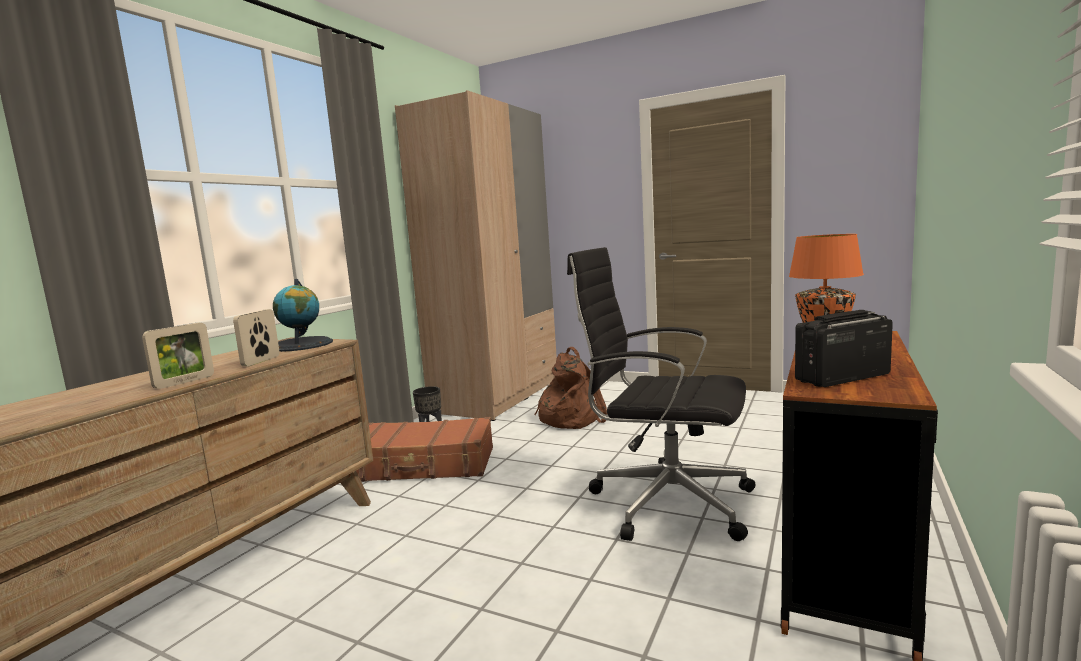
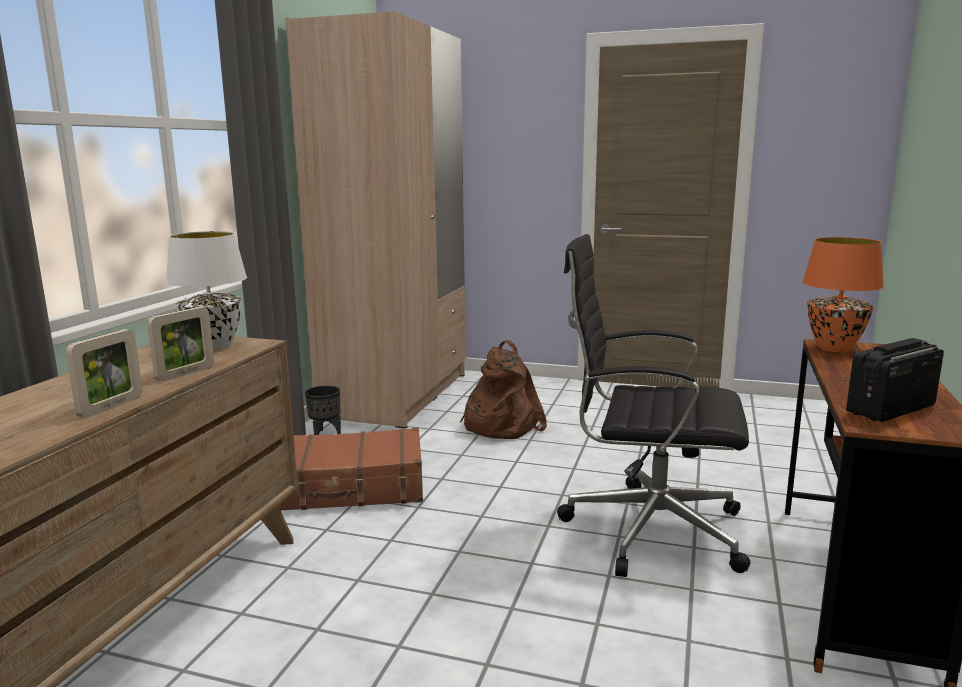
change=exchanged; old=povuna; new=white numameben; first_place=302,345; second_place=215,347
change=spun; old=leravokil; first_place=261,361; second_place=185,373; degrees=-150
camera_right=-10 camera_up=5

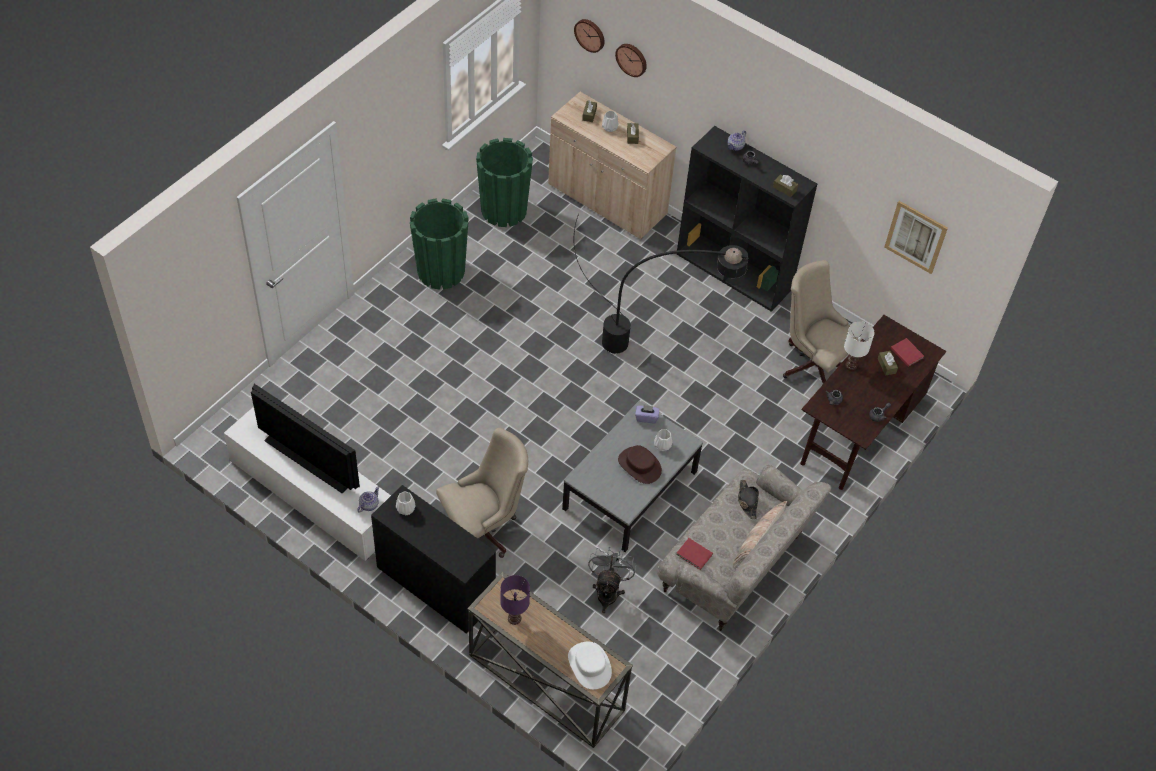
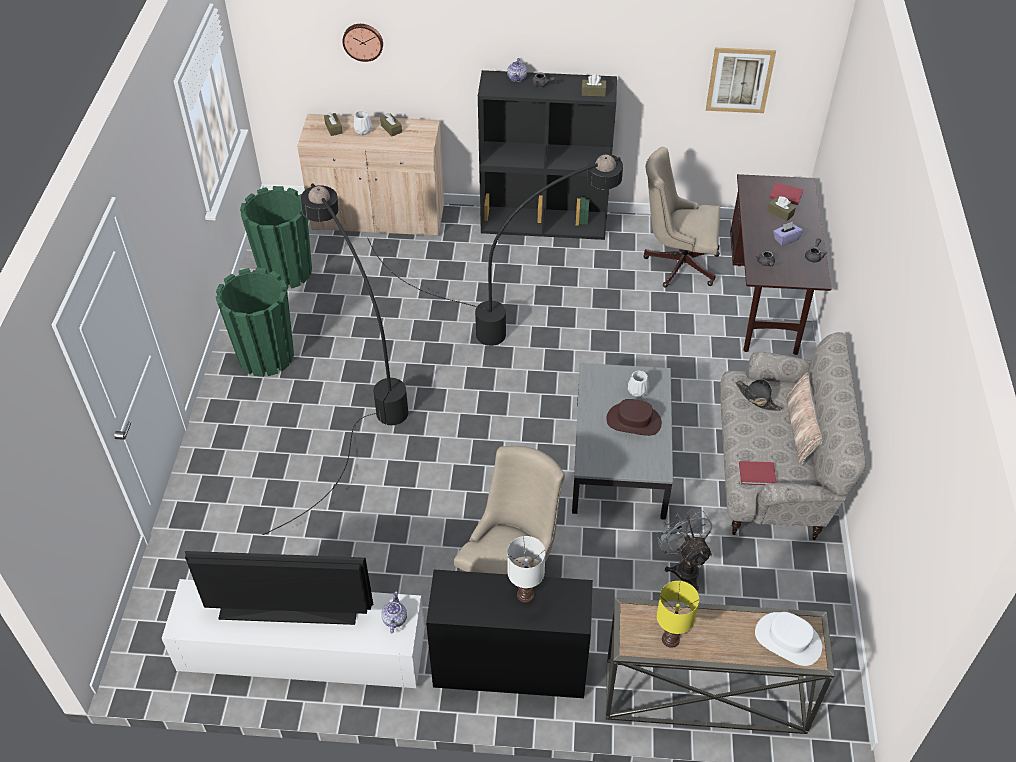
change=missing; old=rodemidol; first_place=590,34
change=relocated; old=white numameben; first_place=850,366; second_place=525,596
change=relocated; old=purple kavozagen; first_place=646,417; second_place=785,239
change=missing; old=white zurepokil; first_place=406,508
change=colour; old=purple numameben; new=yellow numameben; first_place=514,618; second_place=669,639
change=appeared; new=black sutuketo; second_place=358,395
camera_right=-30 camera_up=-5

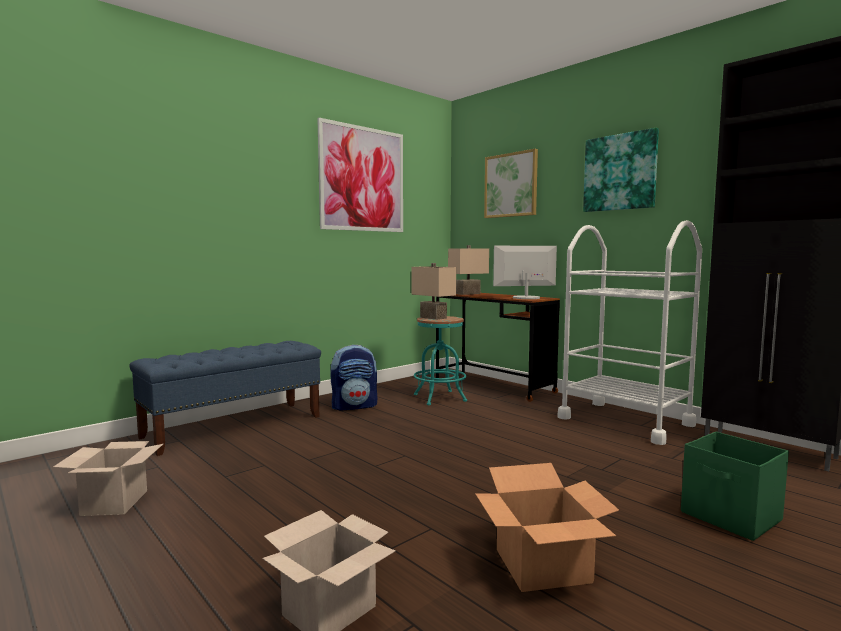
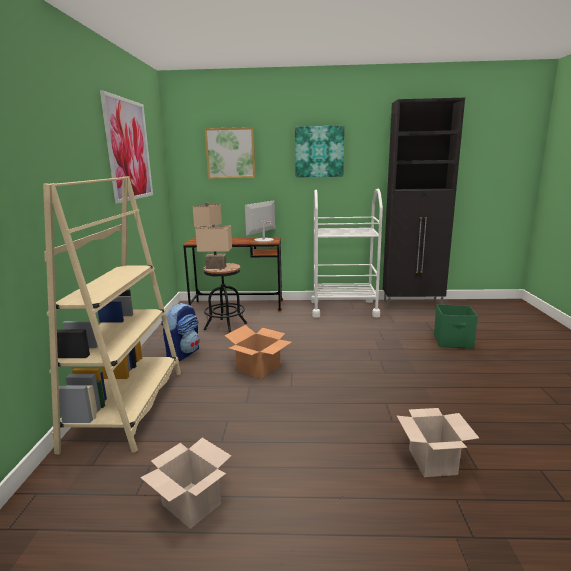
change=colour; old=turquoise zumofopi; new=black zumofopi; first_place=439,398; second_place=225,326
change=exchanged; old=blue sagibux; new=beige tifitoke; first_place=234,426; second_place=128,407
change=relocated; old=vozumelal; first_place=543,565; second_place=258,367
camera_right=-45 camera_up=10

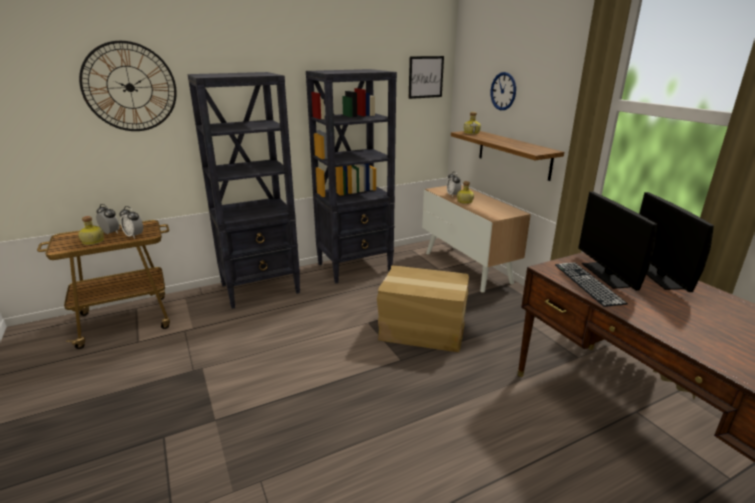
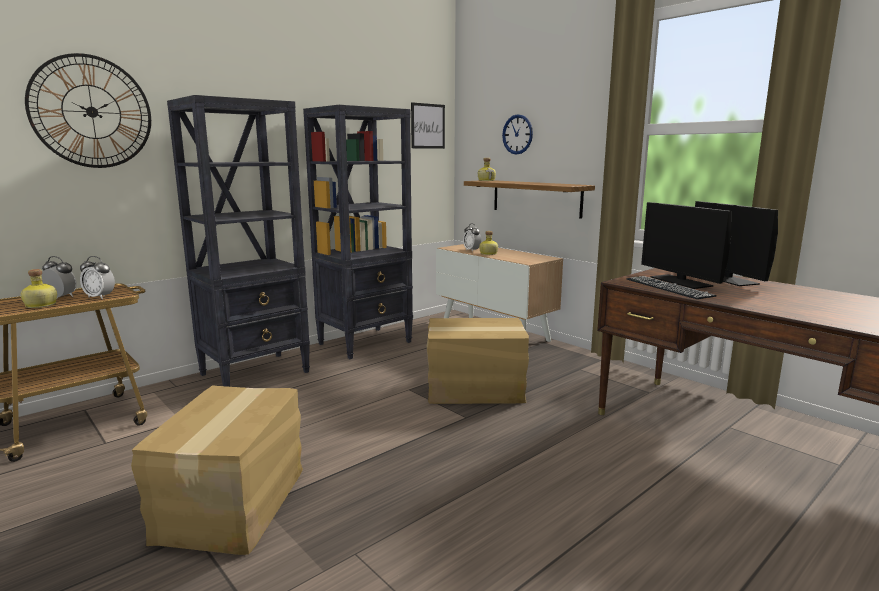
change=appeared; new=vozumelal; second_place=234,503
camera_right=-15 camera_up=-10

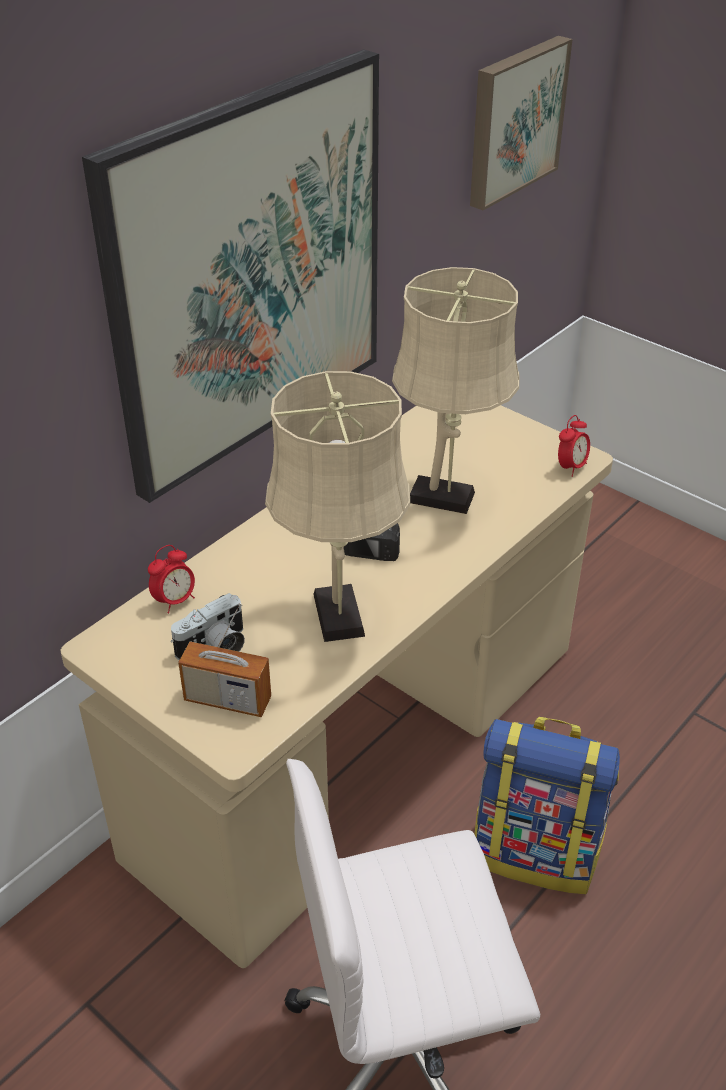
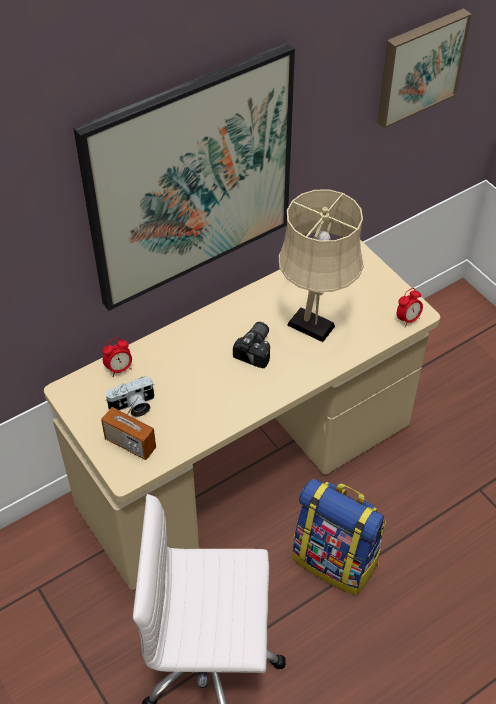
change=missing; old=beige numameben; first_place=339,620
camera_right=15 camera_up=10

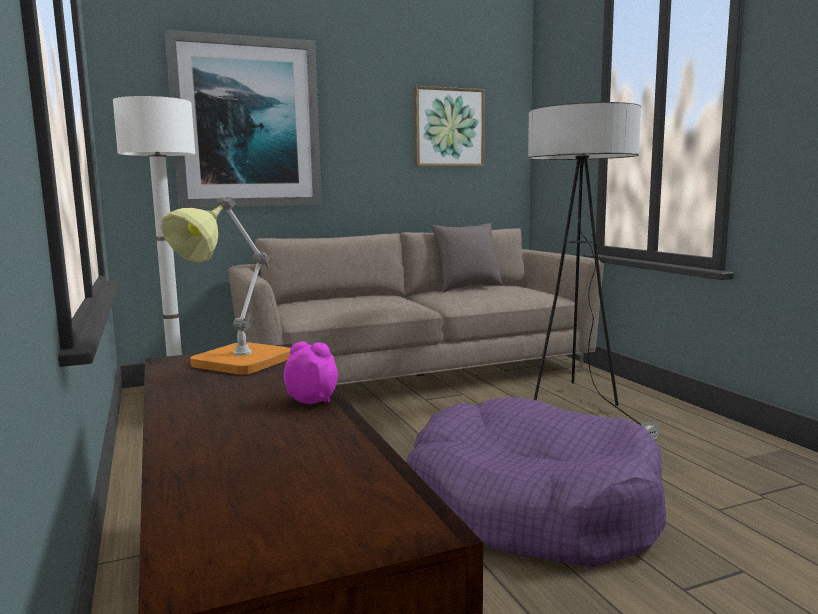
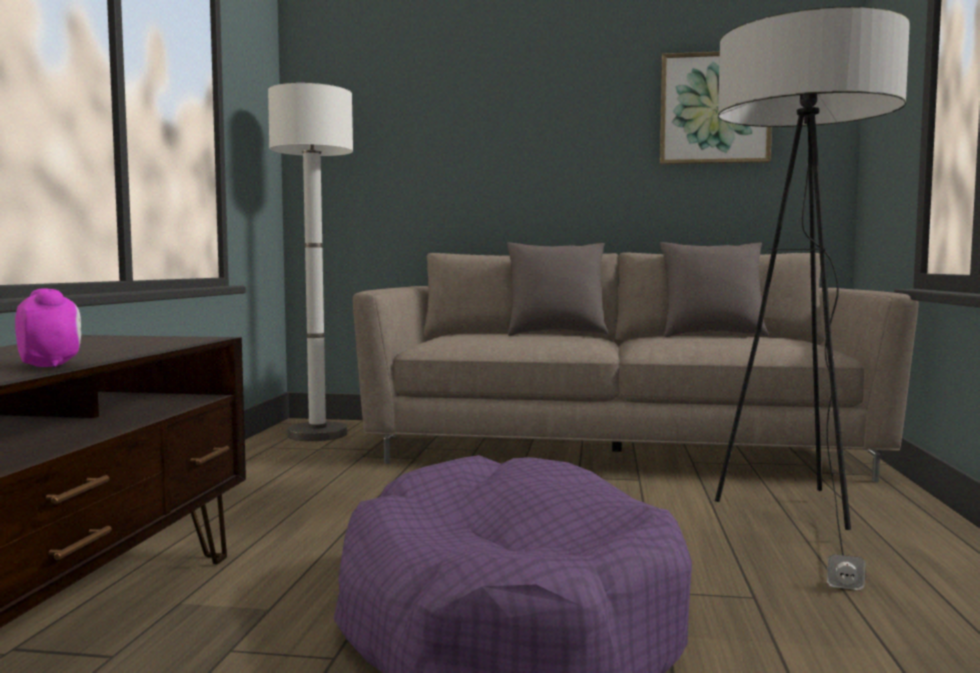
change=missing; old=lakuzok; first_place=246,124
change=missing; old=numameben; first_place=234,364
change=appeared; new=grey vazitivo; second_place=556,334
camera_right=30 camera_up=-5

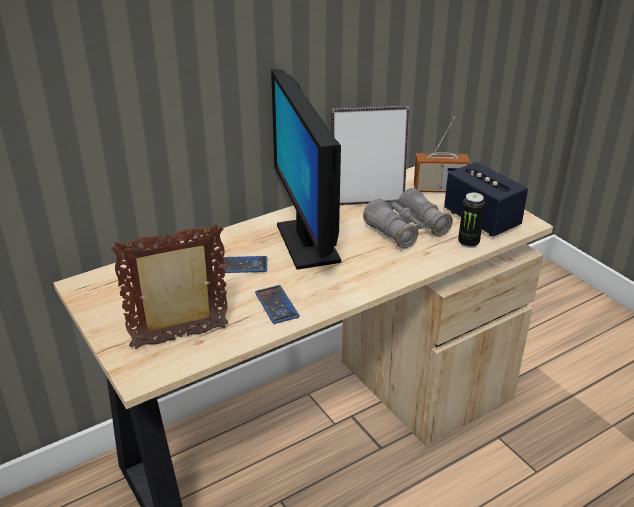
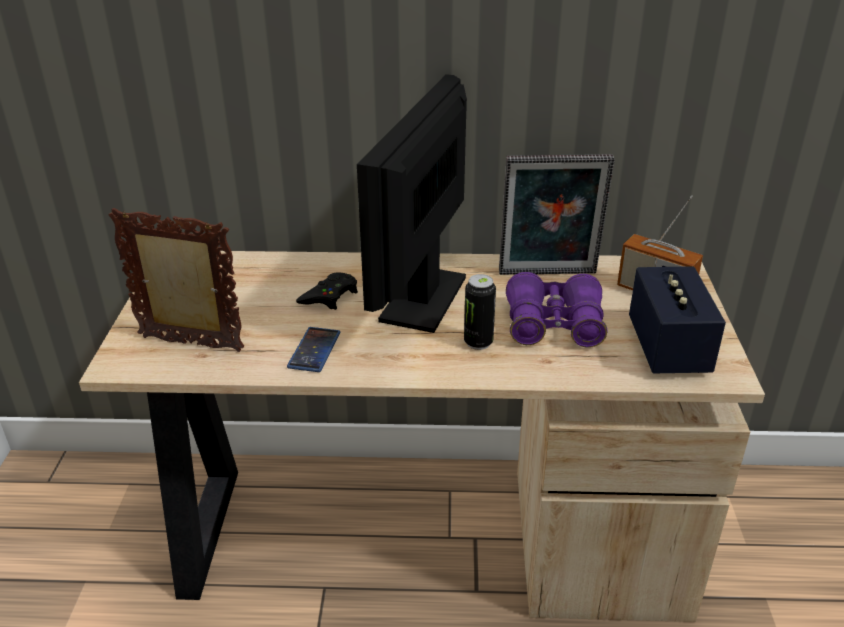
change=spun; old=leravokil; first_place=367,200; second_place=548,275; degrees=150
change=colour; old=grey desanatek; new=purple desanatek; first_place=406,230; second_place=554,325
change=relocated; old=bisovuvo; first_place=468,243; second_place=478,342
change=exchanged; old=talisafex; new=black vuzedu; first_place=241,265; second_place=330,296
camera_right=35 camera_up=0

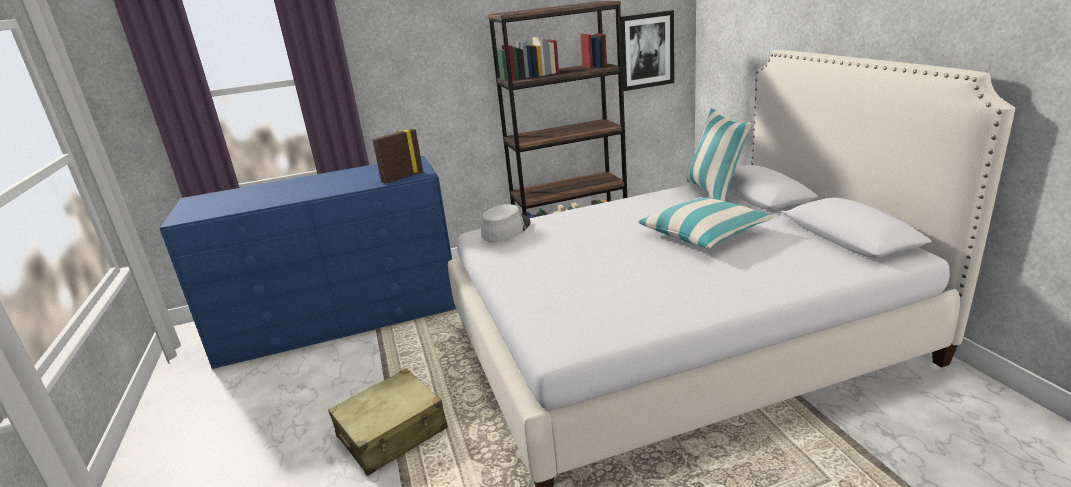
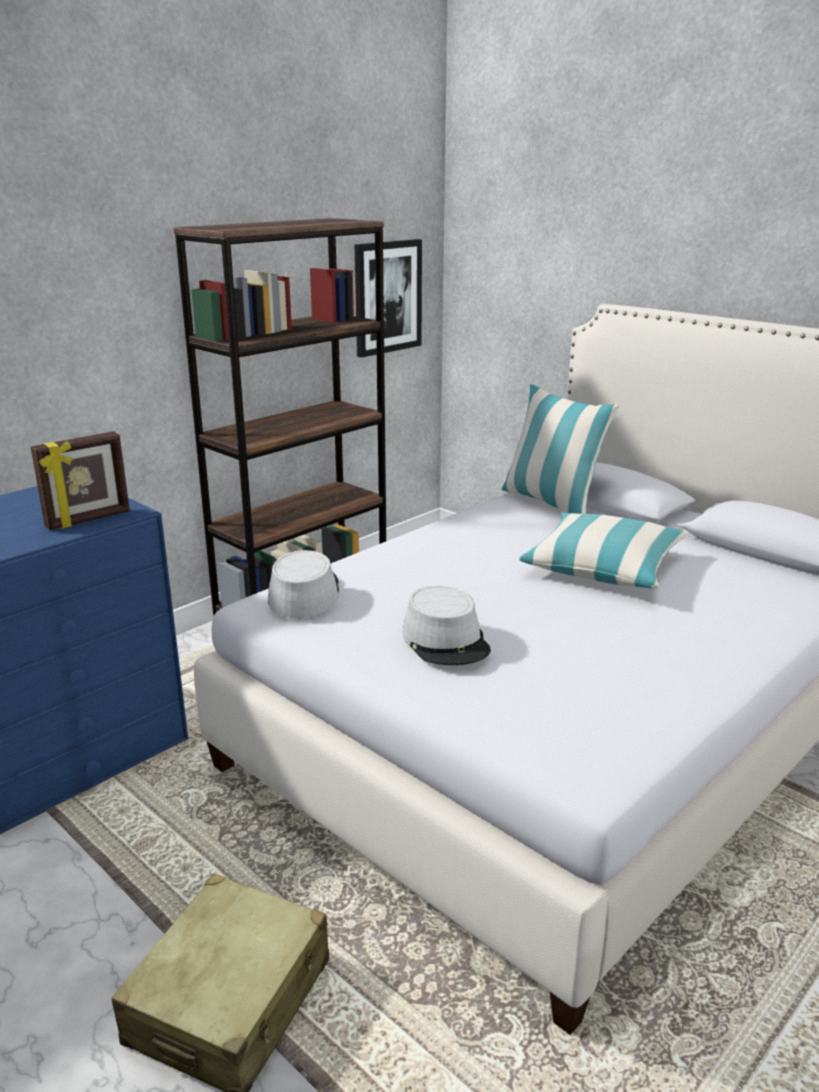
change=spun; old=leravokil; first_place=402,177; second_place=88,520; degrees=-150
change=appeared; new=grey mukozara; second_place=446,641
camera_right=-30 camera_up=0

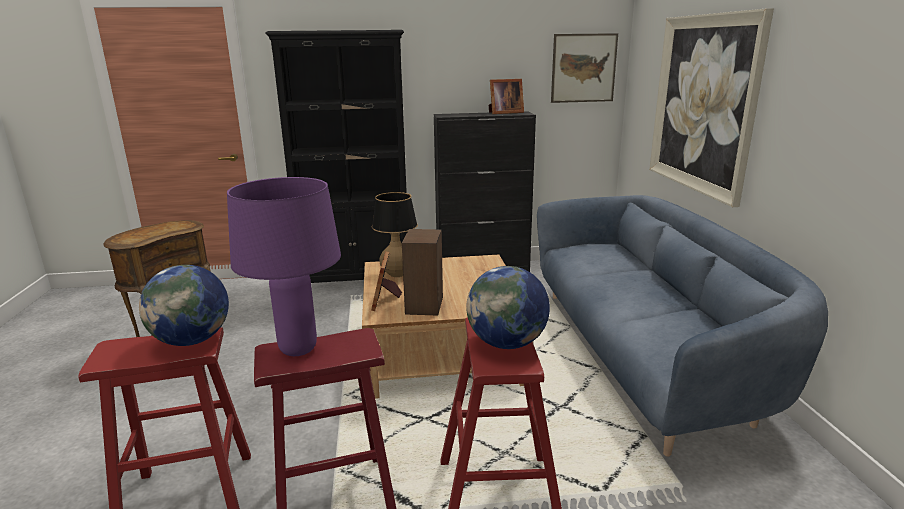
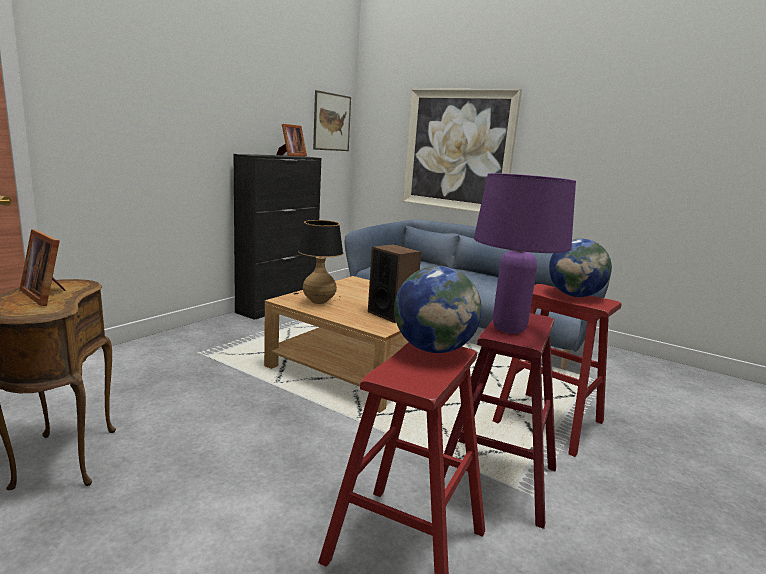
change=missing; old=black tifitoke; first_place=357,280
change=relocated; old=leravokil; first_place=385,300; second_place=47,295
camera_right=-50 camera_up=-5

